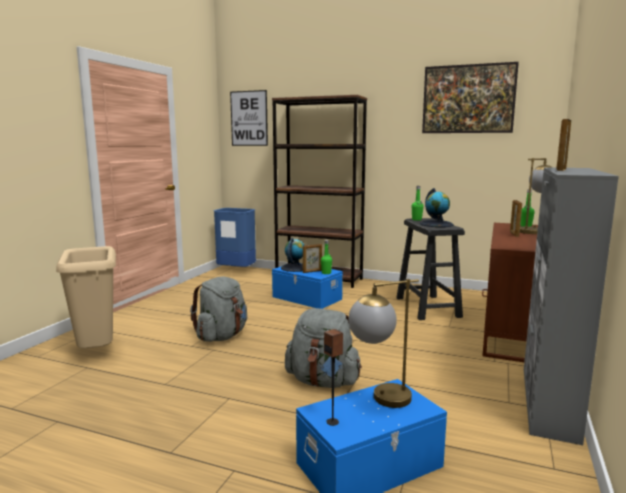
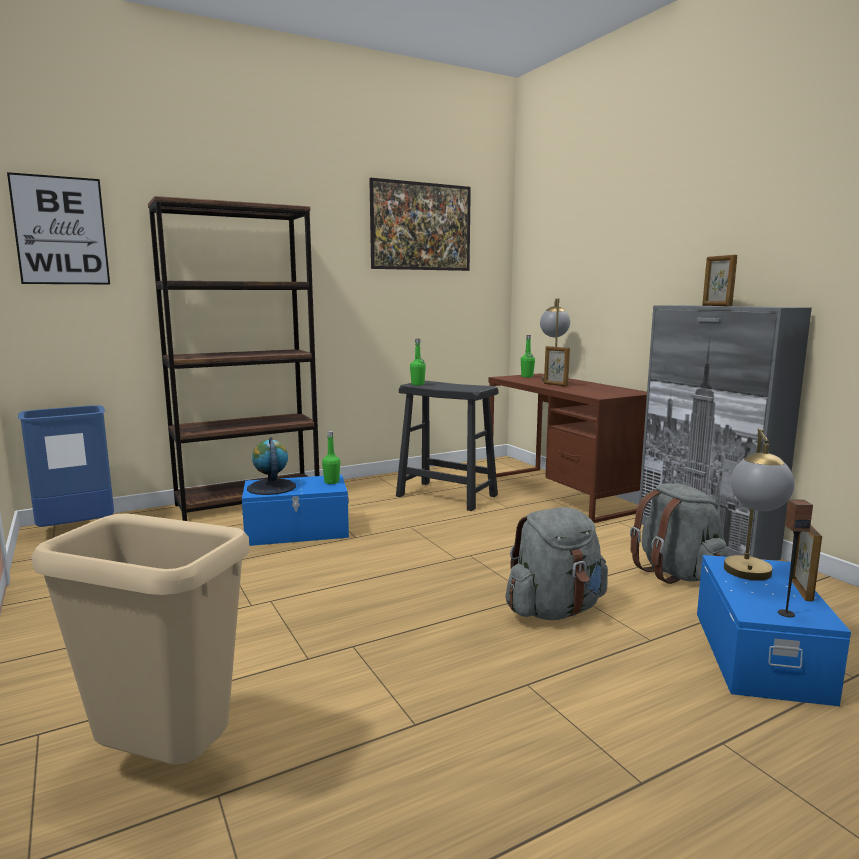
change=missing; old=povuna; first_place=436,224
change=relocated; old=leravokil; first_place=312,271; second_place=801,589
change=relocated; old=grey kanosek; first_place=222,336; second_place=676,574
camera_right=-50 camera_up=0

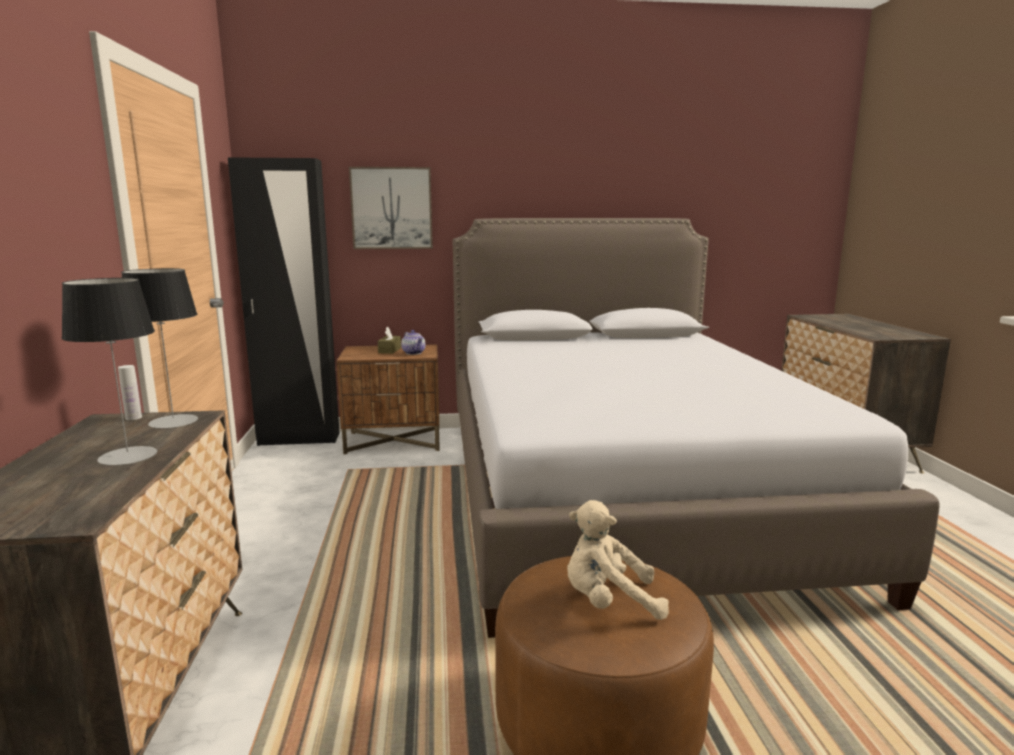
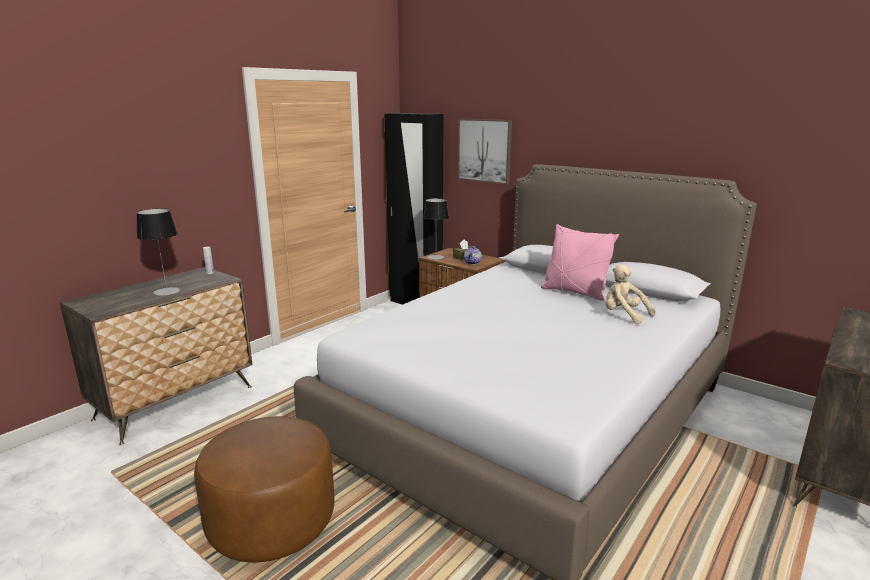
change=relocated; old=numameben; first_place=173,421; second_place=436,257
change=relocated; old=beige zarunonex; first_place=608,602; second_place=624,315
change=appeared; new=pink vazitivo; second_place=574,292
camera_right=45 camera_up=5

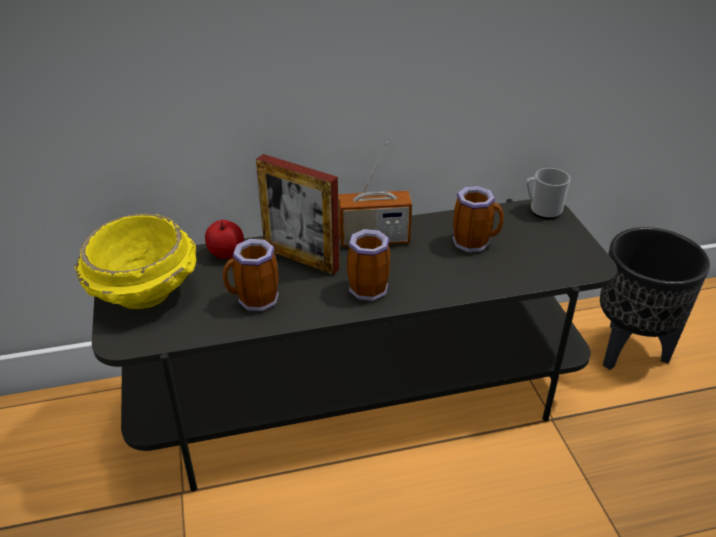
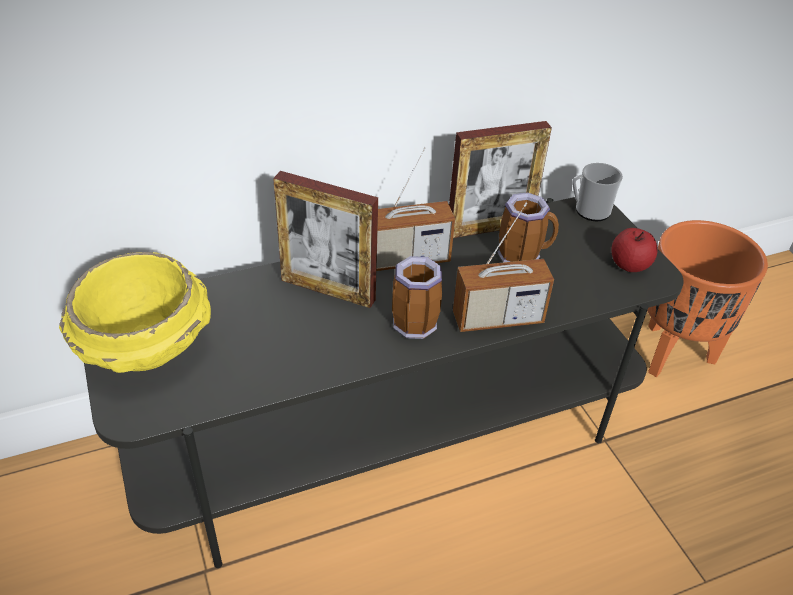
change=relocated; old=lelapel; first_place=226,253; second_place=629,265
change=colour; old=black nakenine; new=orange nakenine; first_place=630,351; second_place=673,353
change=missing; old=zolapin; first_place=254,301
change=appeared; new=leravokil; second_place=489,228
change=appeared; new=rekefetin; second_place=497,318
camera_right=-10 camera_up=5

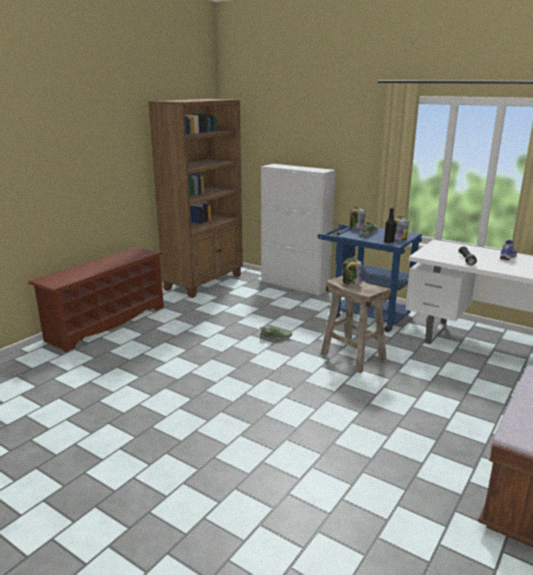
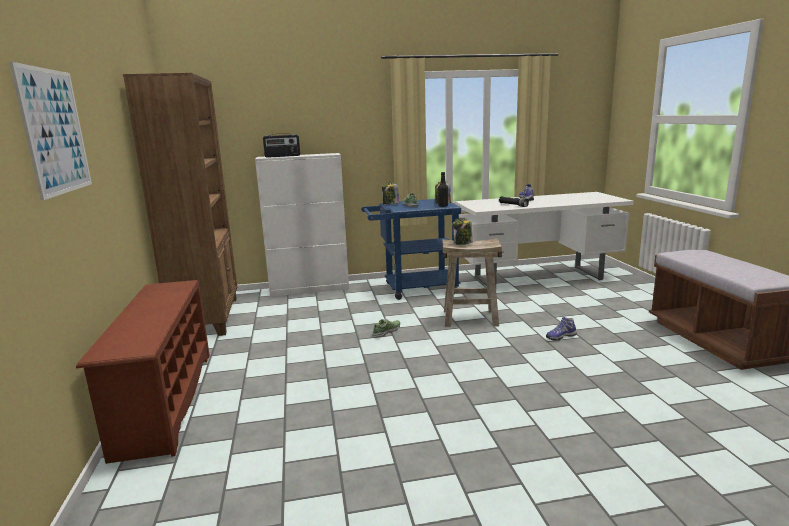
change=appeared; new=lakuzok; second_place=55,131
change=appeared; new=rekefetin; second_place=282,156
change=appeared; new=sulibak; second_place=560,336
camera_right=-45 camera_up=-5

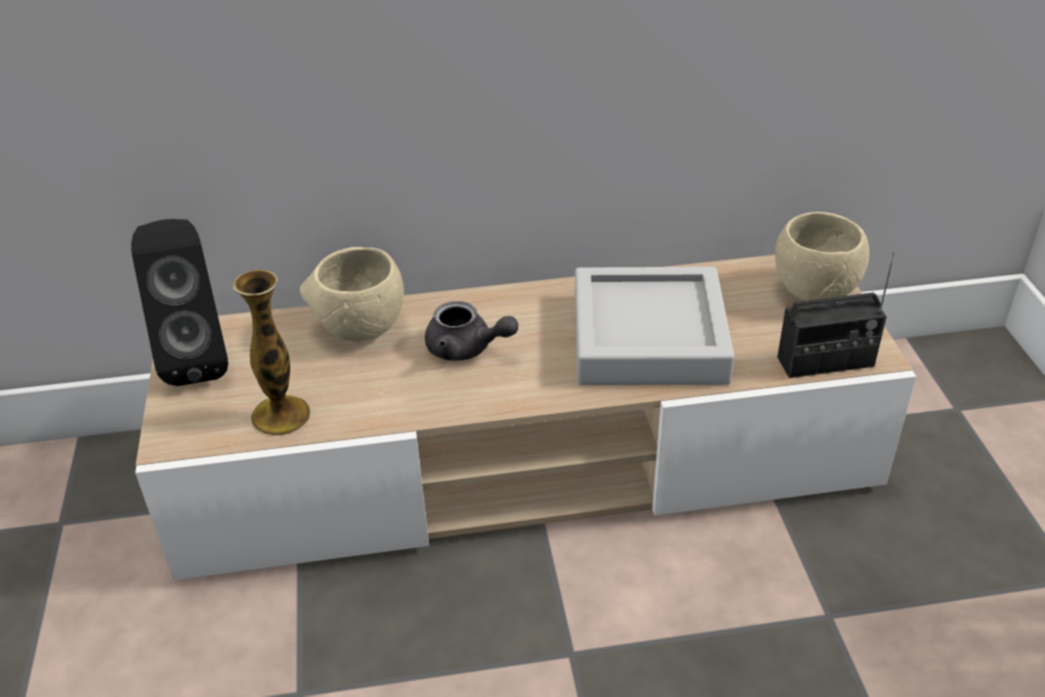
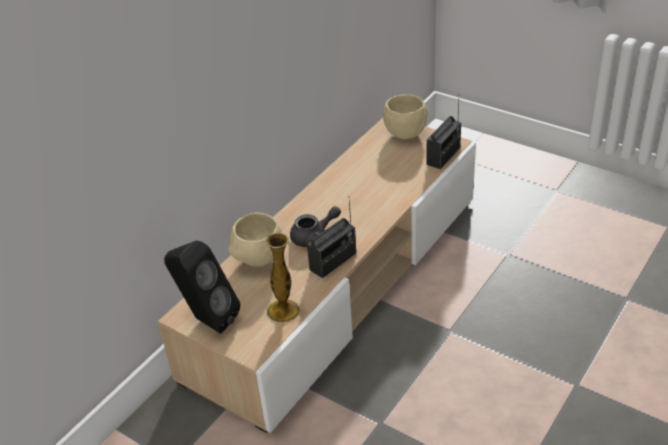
change=missing; old=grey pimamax; first_place=648,338
change=appeared; new=rekefetin; second_place=333,261
camera_right=-45 camera_up=0

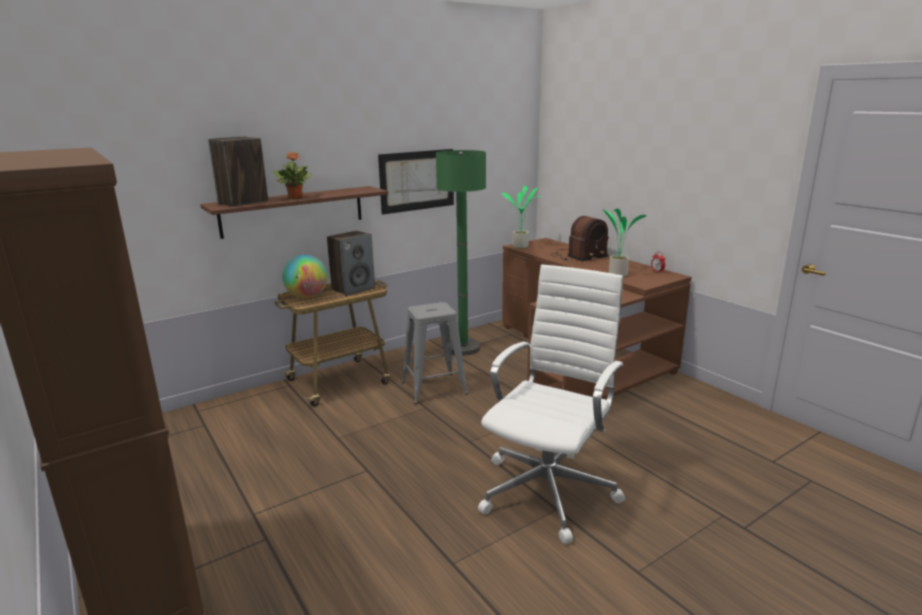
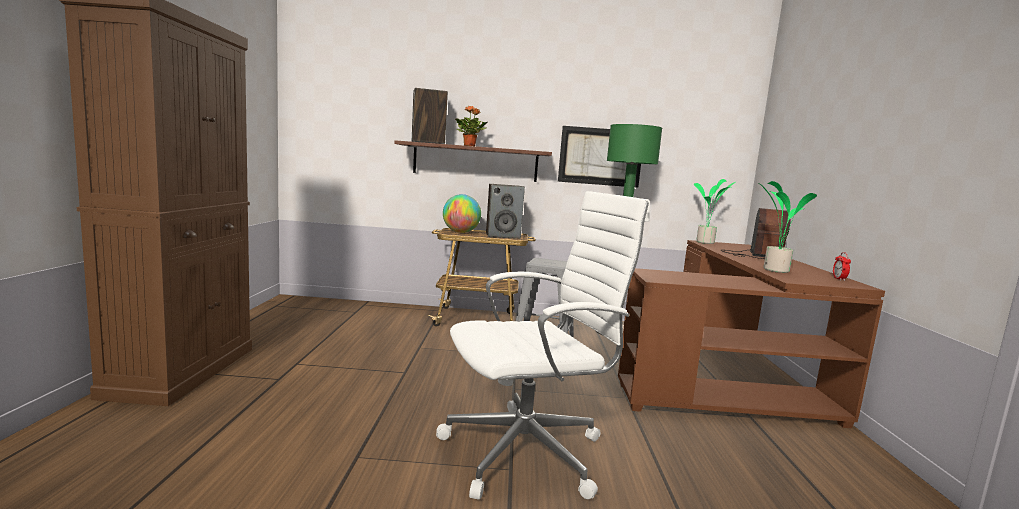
change=spun; old=rekefetin; first_place=577,256; second_place=755,256; degrees=-75
camera_right=35 camera_up=-10

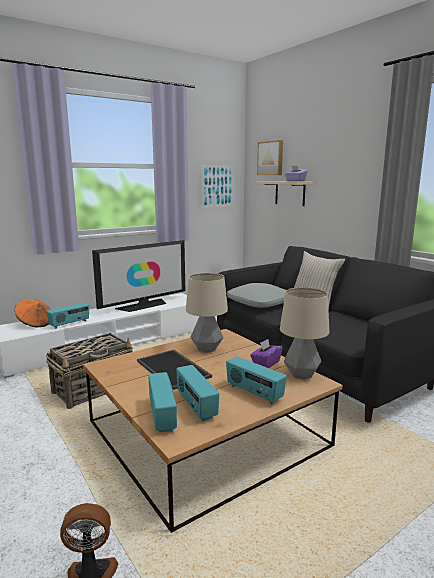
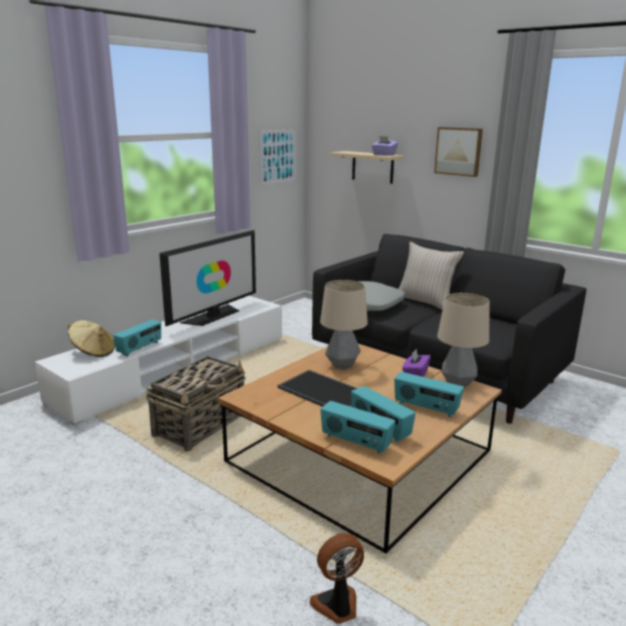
change=relocated; old=lakuzok; first_place=271,158; second_place=459,151
change=colour; old=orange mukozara; new=beige mukozara; first_place=35,324; second_place=93,352
change=spun; old=rekefetin; first_place=163,416; second_place=355,442; degrees=150
camera_right=-15 camera_up=5

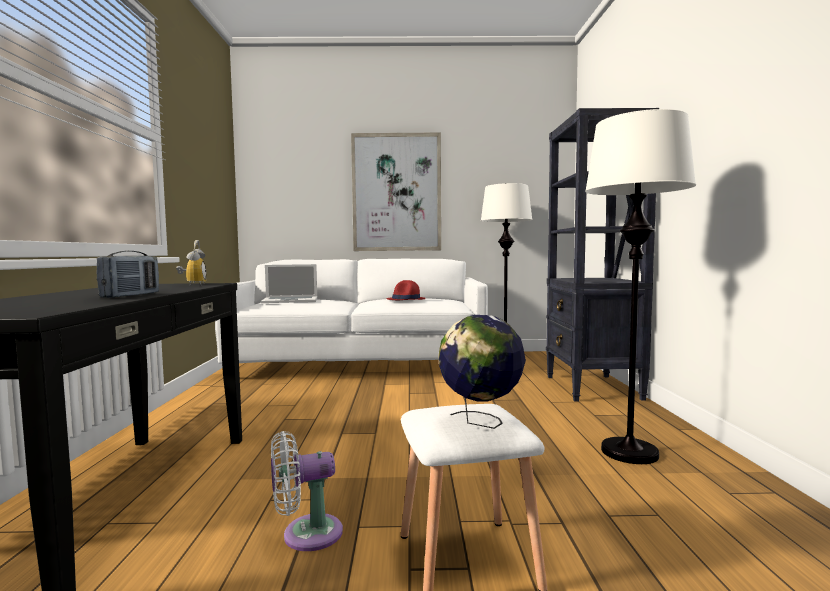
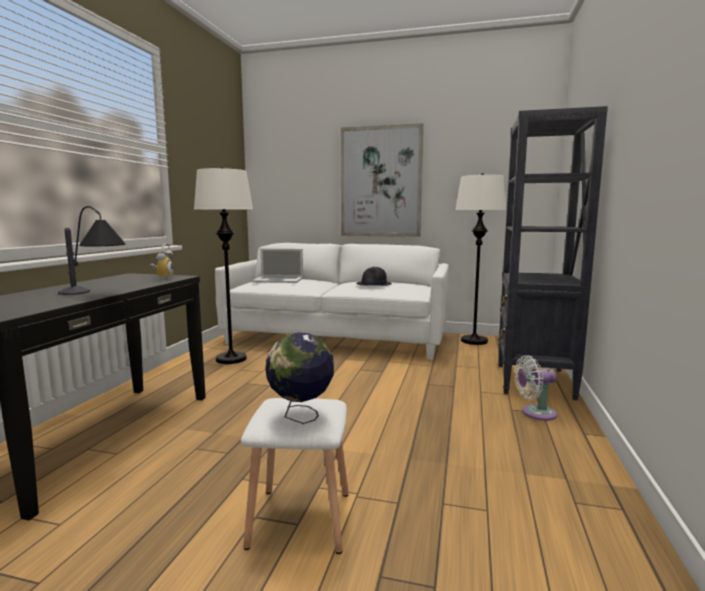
change=relocated; old=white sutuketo; first_place=629,452; second_place=231,359
change=exchanged; old=rekefetin; new=numameben; first_place=131,295; second_place=95,294
change=colour; old=red mukozara; new=black mukozara; first_place=406,299; second_place=374,284
change=relocated; old=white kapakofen; first_place=306,534; second_place=535,413
camera_right=15 camera_up=5

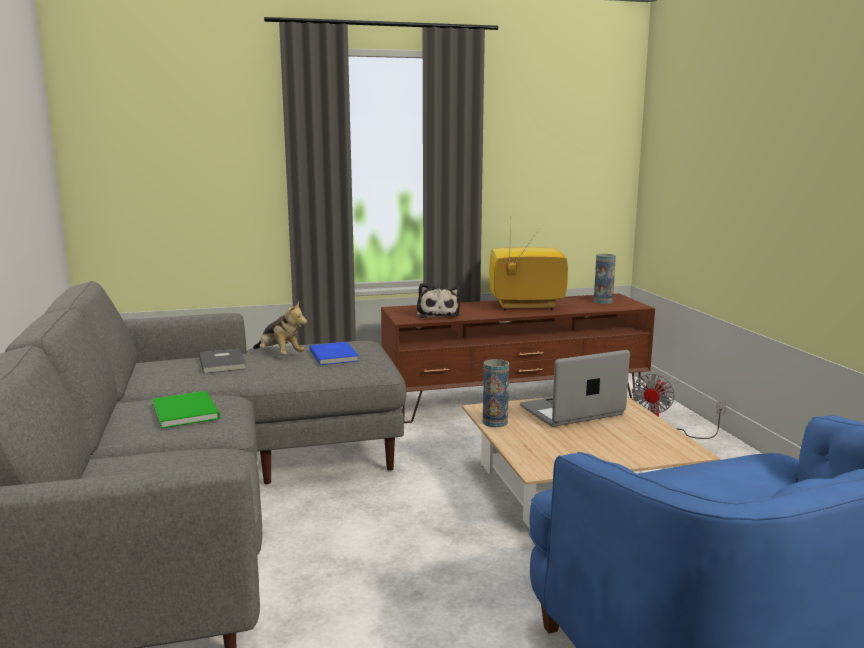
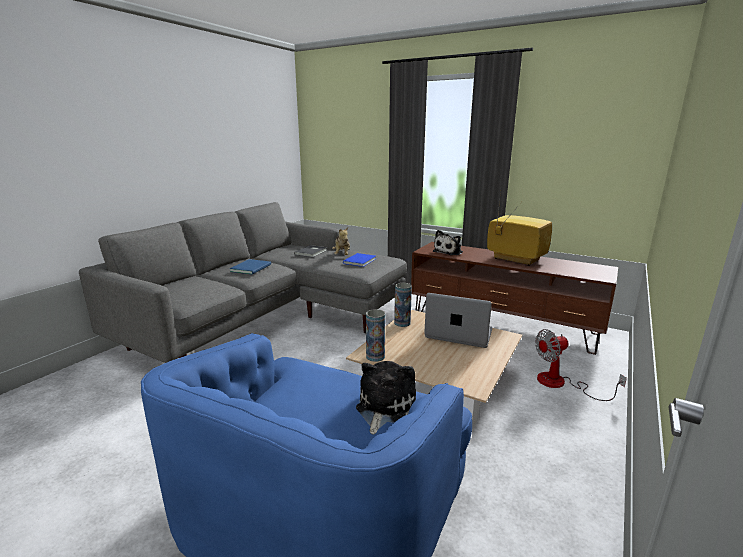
change=relocated; old=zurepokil; first_place=603,301; second_place=375,356
change=colour; old=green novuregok; new=blue novuregok; first_place=187,410; second_place=252,267
change=appeared; new=zarunonex; second_place=383,407
camera_right=45 camera_up=5

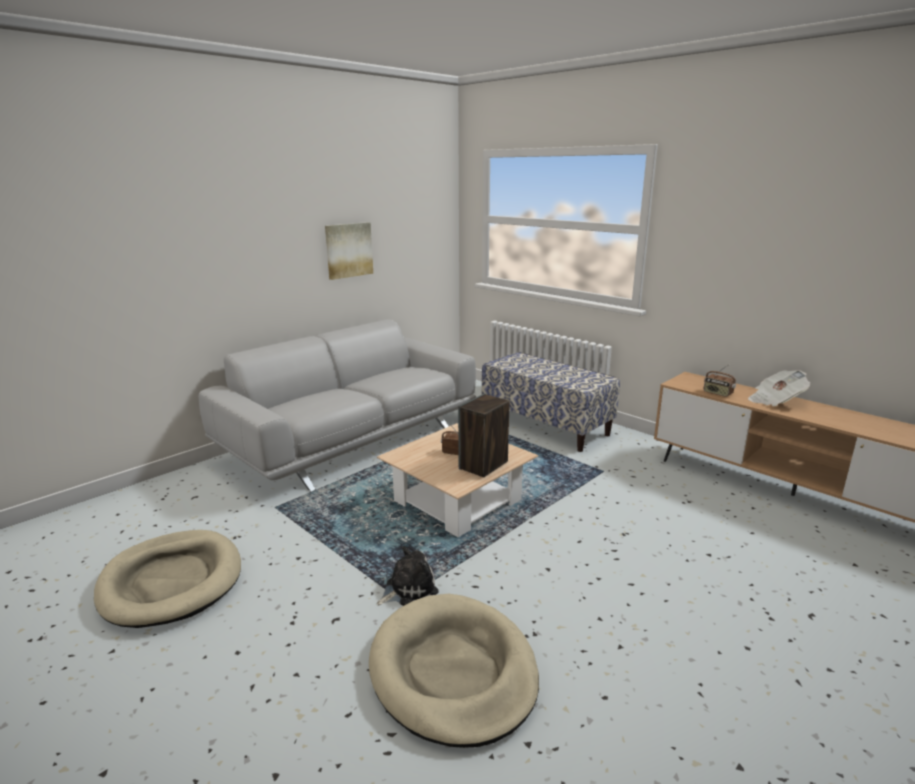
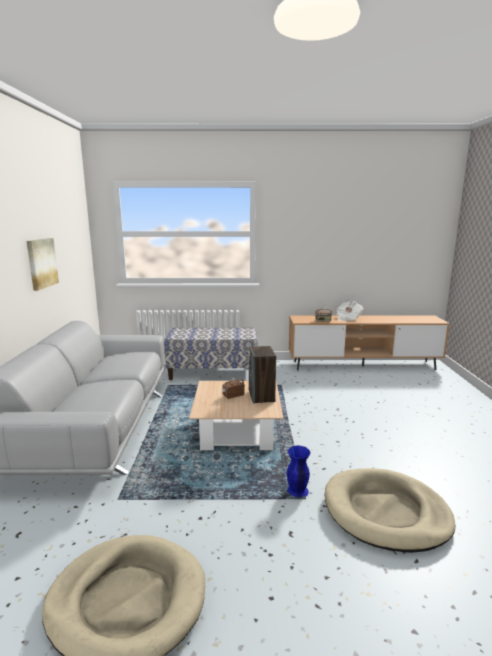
change=exchanged; old=zarunonex; new=blue zurepokil; first_place=408,589; second_place=297,491
camera_right=-45 camera_up=-5

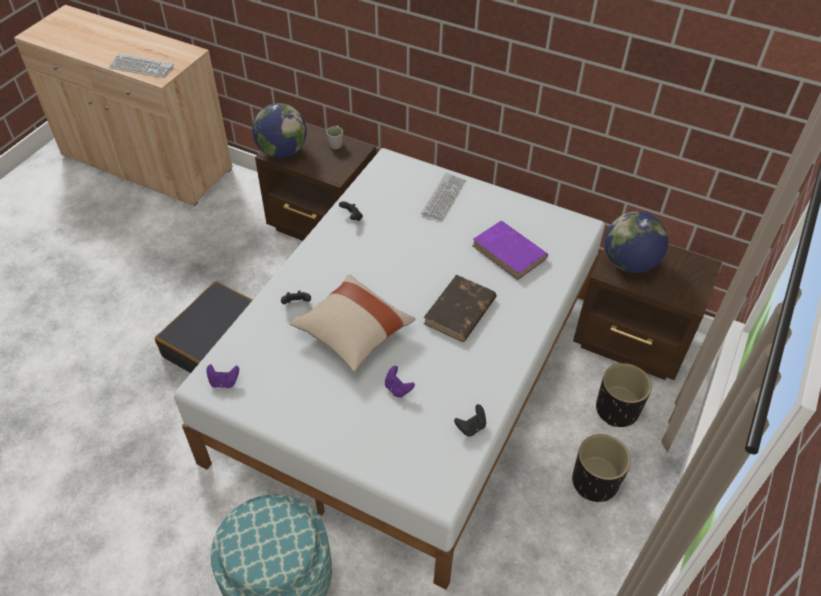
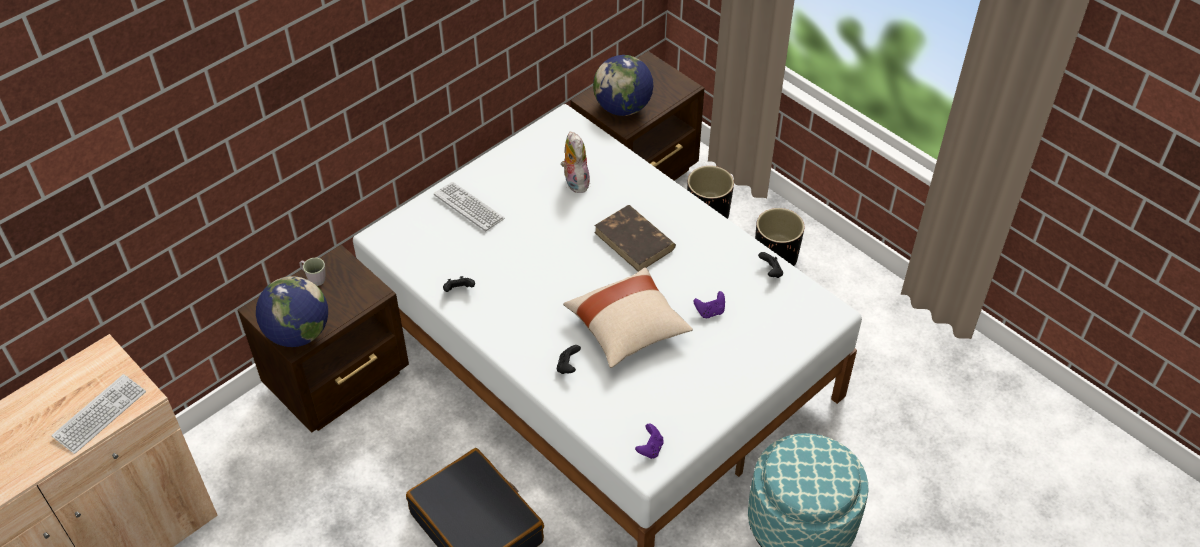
change=exchanged; old=purple novuregok; new=zarunonex; first_place=510,252; second_place=574,181
camera_right=-70 camera_up=0

